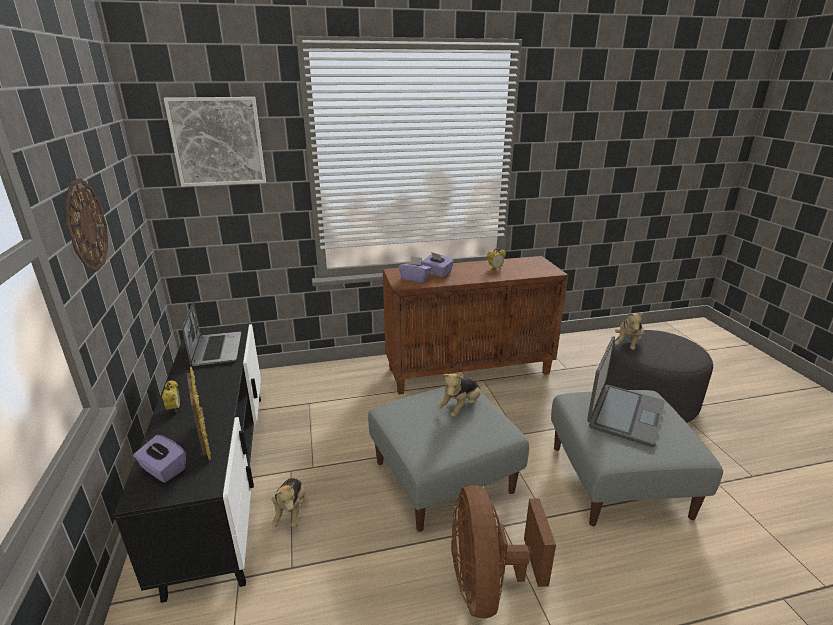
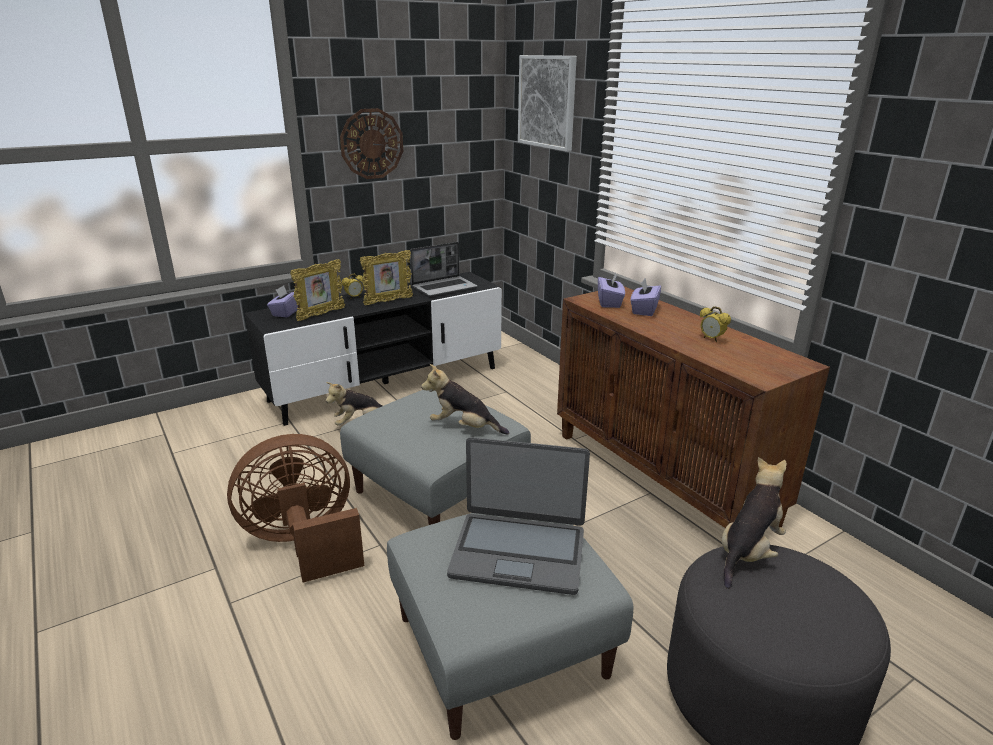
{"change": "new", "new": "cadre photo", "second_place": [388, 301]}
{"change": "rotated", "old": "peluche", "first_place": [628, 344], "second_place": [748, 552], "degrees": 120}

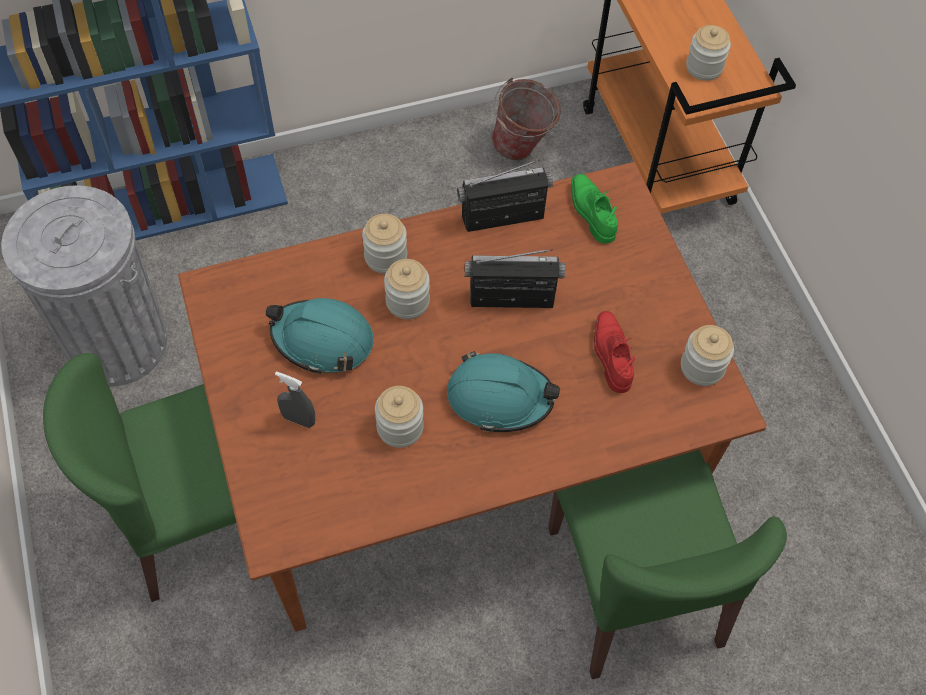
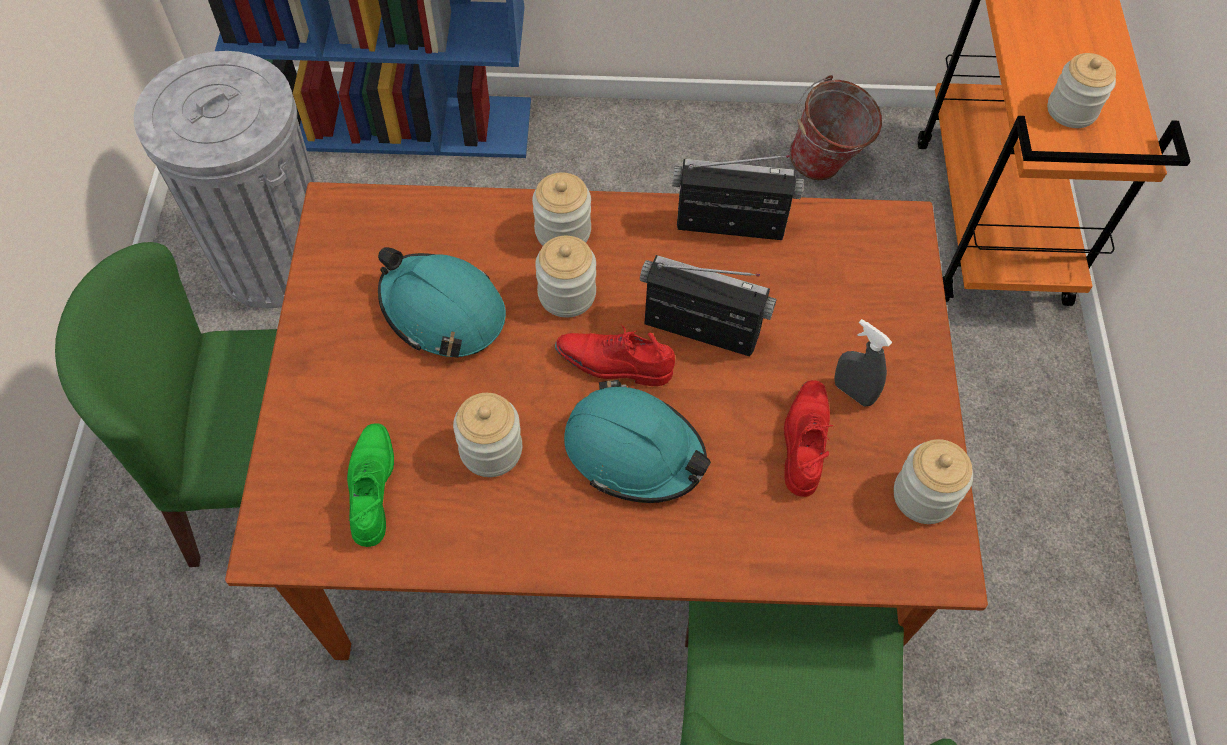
{"change": "new", "new": "chaussure [rouge]", "second_place": [614, 364]}
{"change": "shifted", "old": "vaporisateur [gris]", "first_place": [299, 419], "second_place": [853, 392]}
{"change": "shifted", "old": "chaussure [vert]", "first_place": [591, 212], "second_place": [372, 488]}

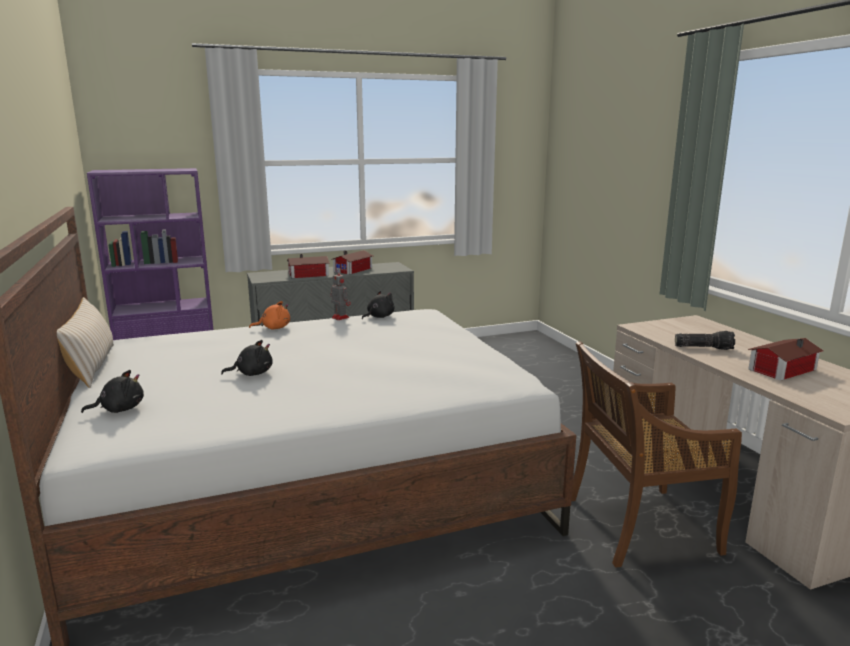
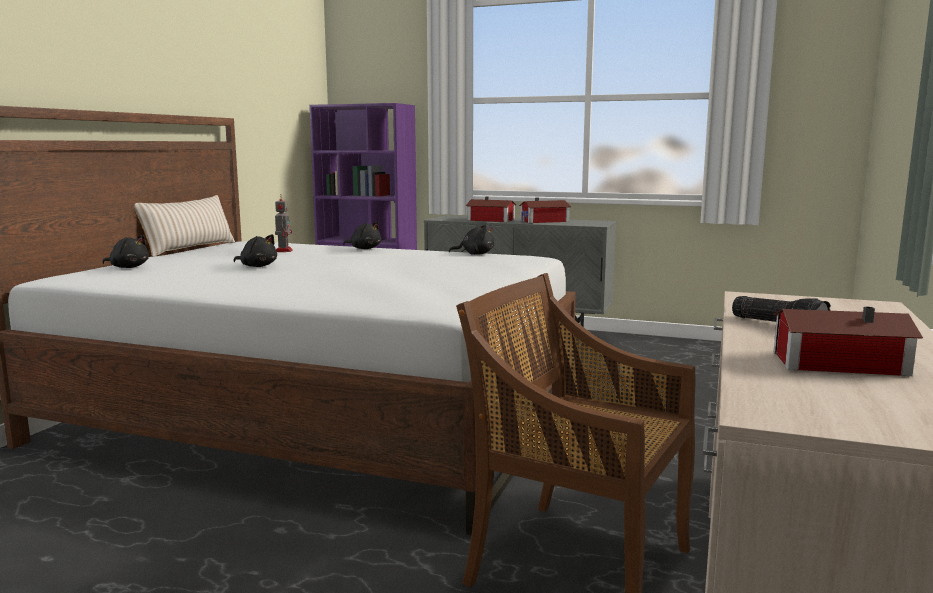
{"change": "shifted", "old": "robot jouet", "first_place": [339, 317], "second_place": [283, 251]}
{"change": "repainted", "old": "peluche [orange]", "new": "peluche [noir]", "first_place": [274, 328], "second_place": [364, 249]}

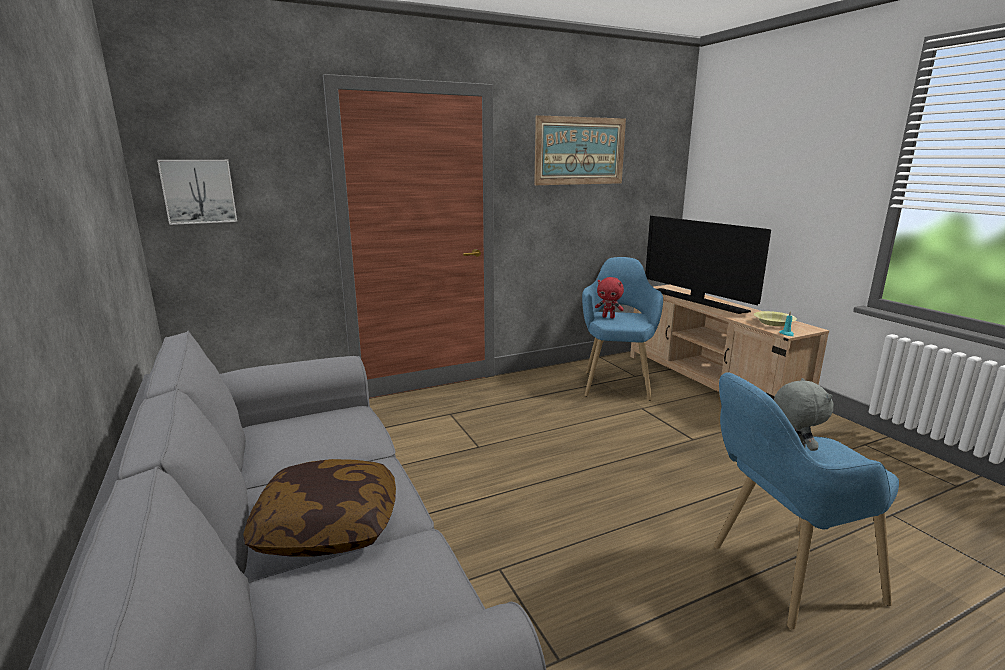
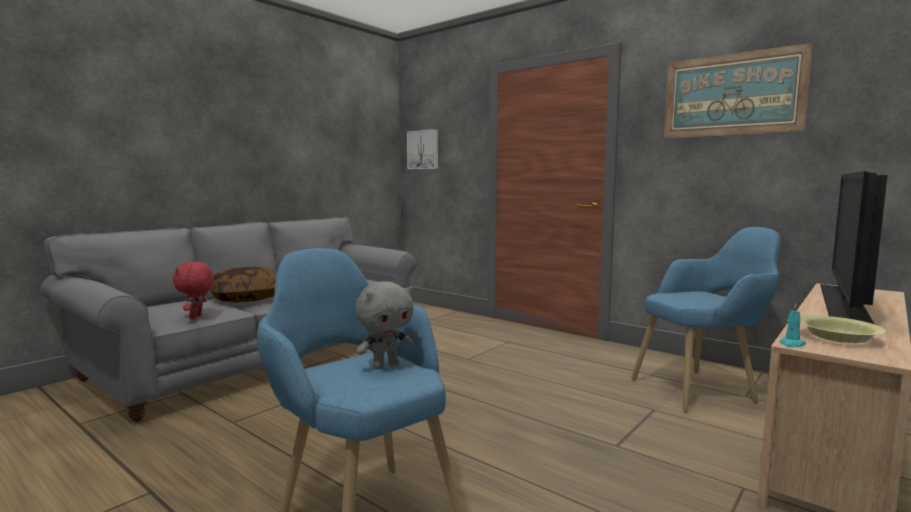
{"change": "shifted", "old": "peluche [rouge]", "first_place": [608, 317], "second_place": [196, 317]}

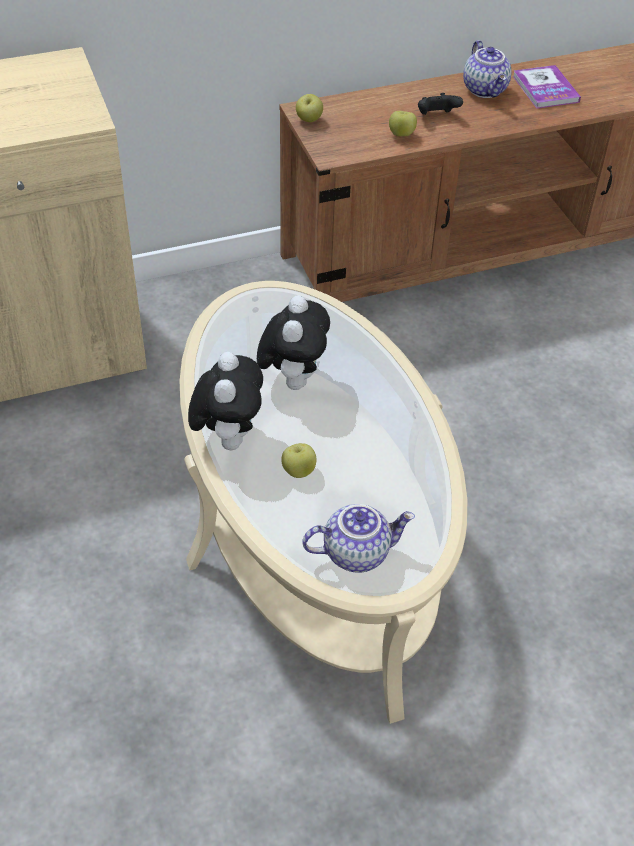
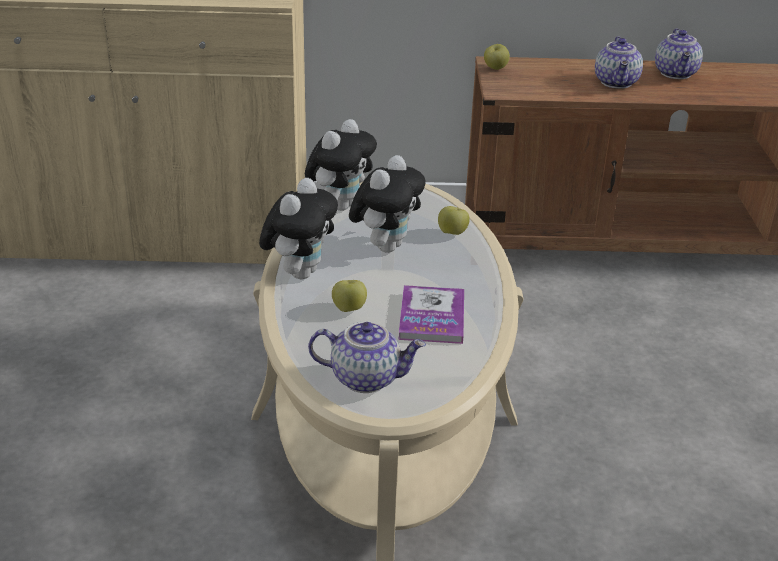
{"change": "new", "new": "peluche", "second_place": [340, 205]}
{"change": "shifted", "old": "pomme", "first_place": [401, 135], "second_place": [452, 233]}
{"change": "shifted", "old": "livre", "first_place": [545, 89], "second_place": [432, 317]}
{"change": "swapped", "old": "manette [noir]", "new": "théière", "first_place": [436, 116], "second_place": [617, 83]}

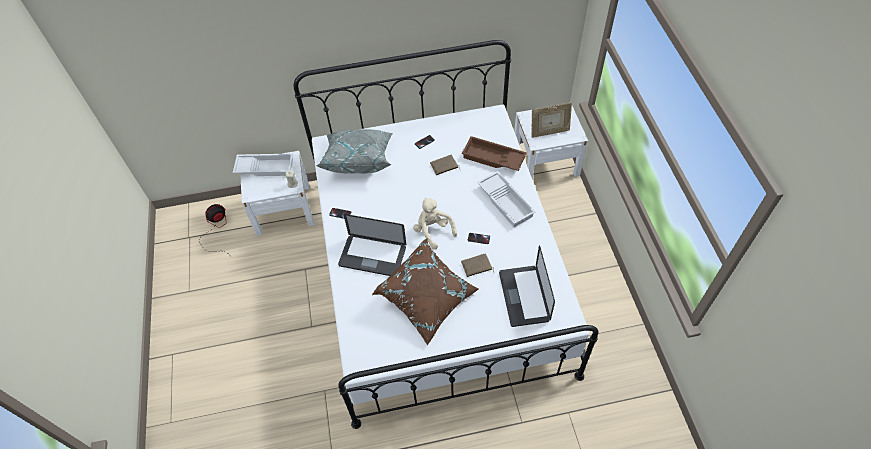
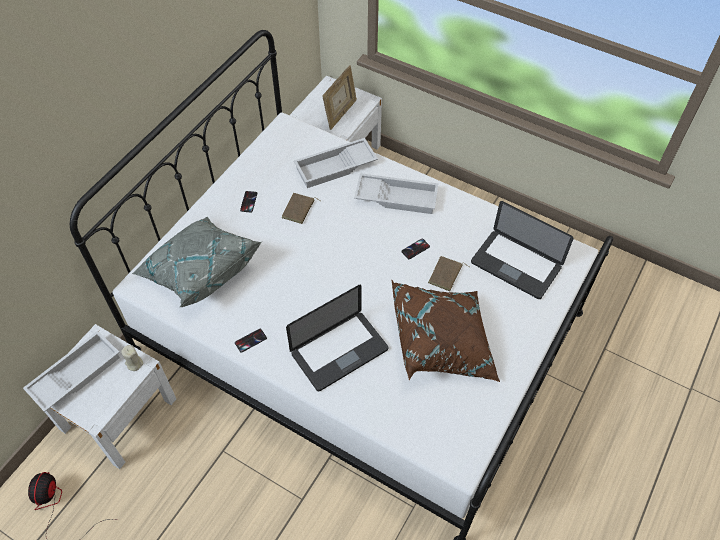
{"change": "gone", "old": "peluche [beige]", "first_place": [433, 231]}
{"change": "repainted", "old": "plateau [marron]", "new": "plateau [blanc]", "first_place": [493, 158], "second_place": [335, 168]}

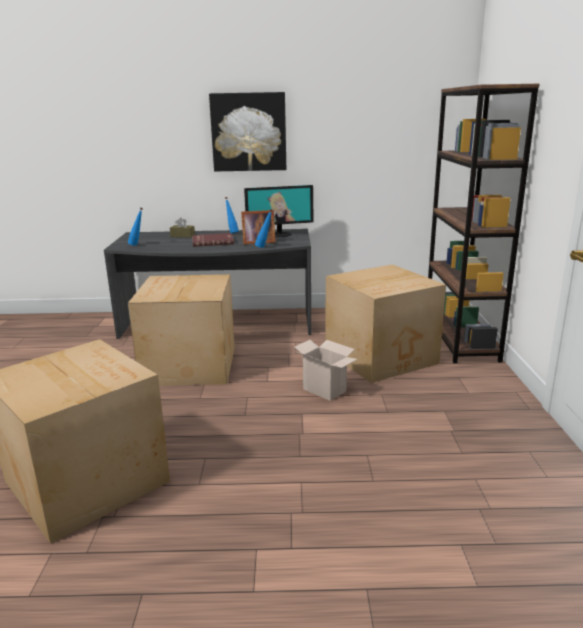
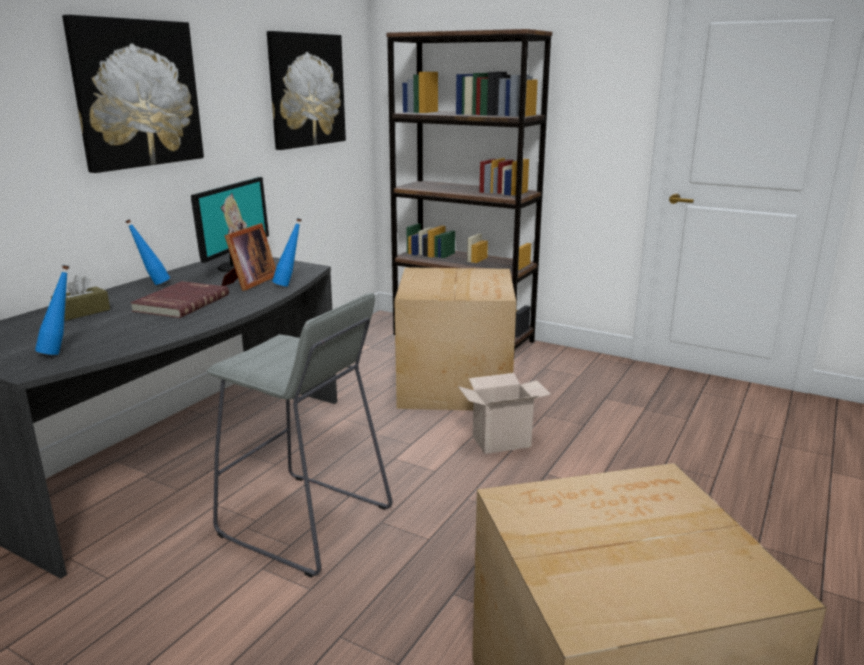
{"change": "new", "new": "tableau", "second_place": [306, 90]}
{"change": "swapped", "old": "carton", "new": "tabouret [gris]", "first_place": [188, 366], "second_place": [305, 523]}

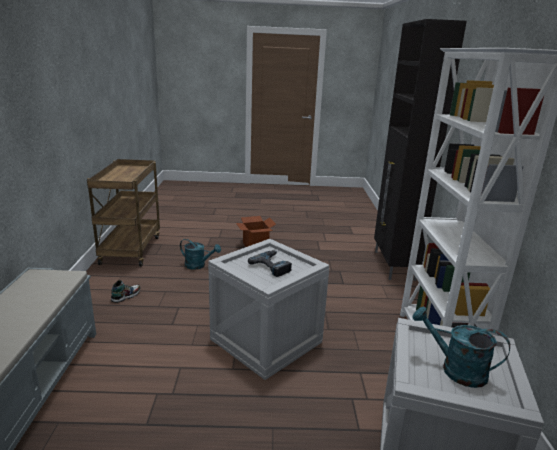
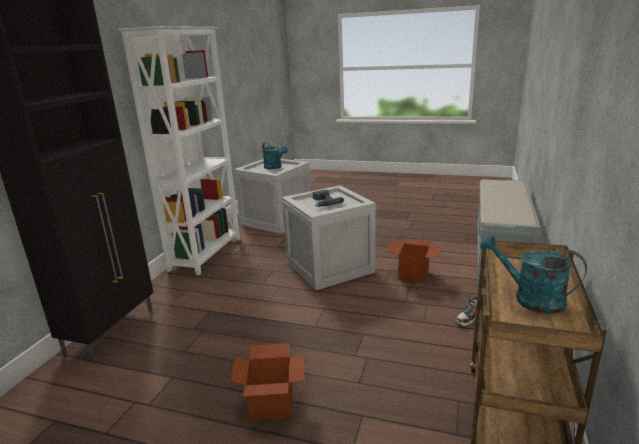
{"change": "new", "new": "carton", "second_place": [413, 275]}
{"change": "shifted", "old": "arrosoir [turquoise]", "first_place": [198, 265], "second_place": [529, 299]}

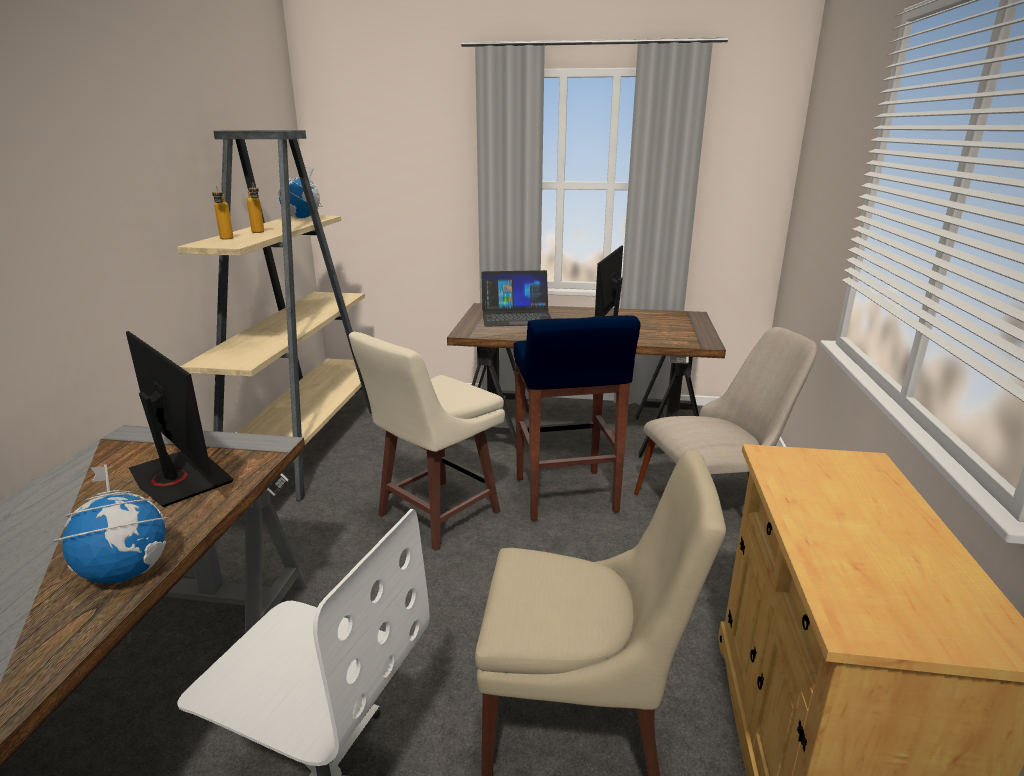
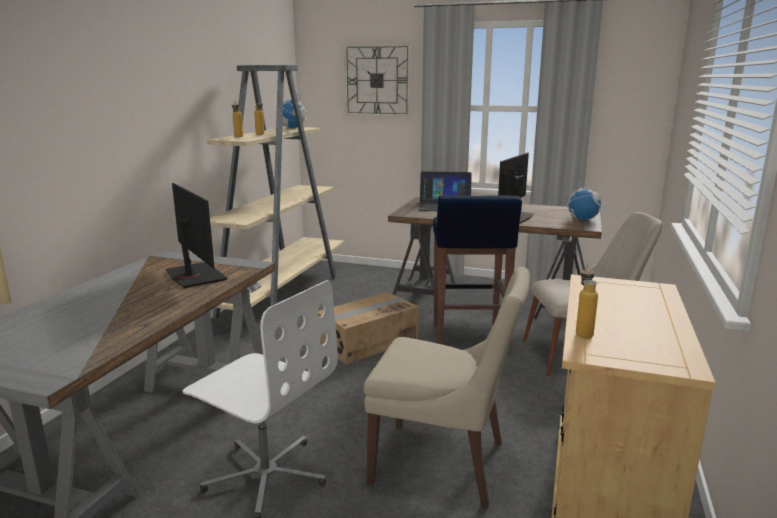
{"change": "new", "new": "horloge murale", "second_place": [377, 80]}
{"change": "new", "new": "bouteille", "second_place": [582, 332]}
{"change": "shifted", "old": "globe", "first_place": [126, 572], "second_place": [582, 219]}
{"change": "swapped", "old": "tabouret [beige]", "new": "carton", "first_place": [435, 515], "second_place": [367, 342]}

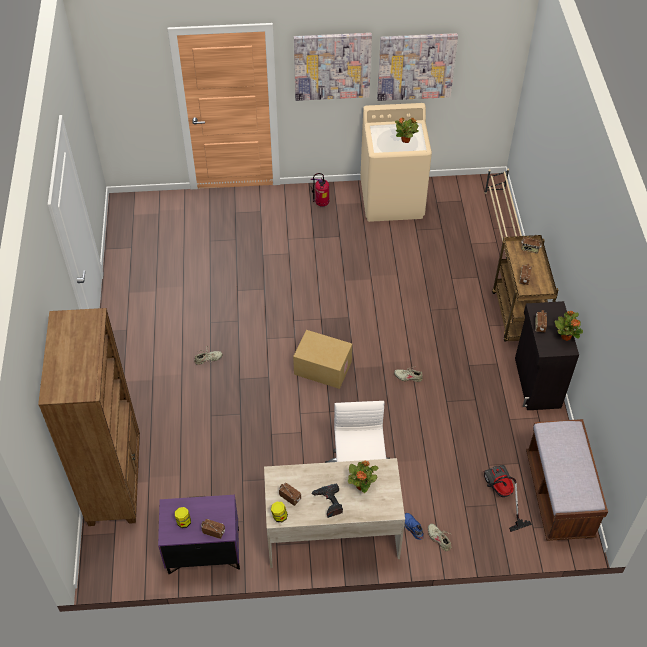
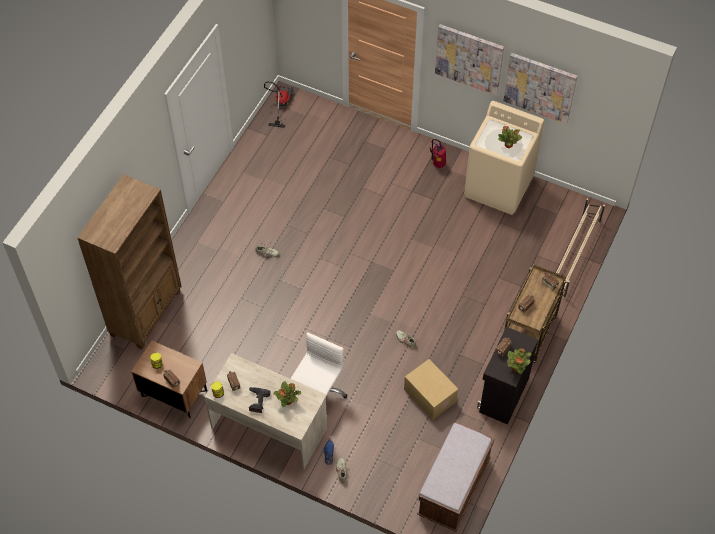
{"change": "shifted", "old": "carton", "first_place": [322, 368], "second_place": [429, 396]}
{"change": "shifted", "old": "aspirateur", "first_place": [500, 495], "second_place": [280, 104]}
{"change": "repainted", "old": "table de chevet [violet]", "new": "table de chevet [marron]", "first_place": [203, 552], "second_place": [173, 394]}

